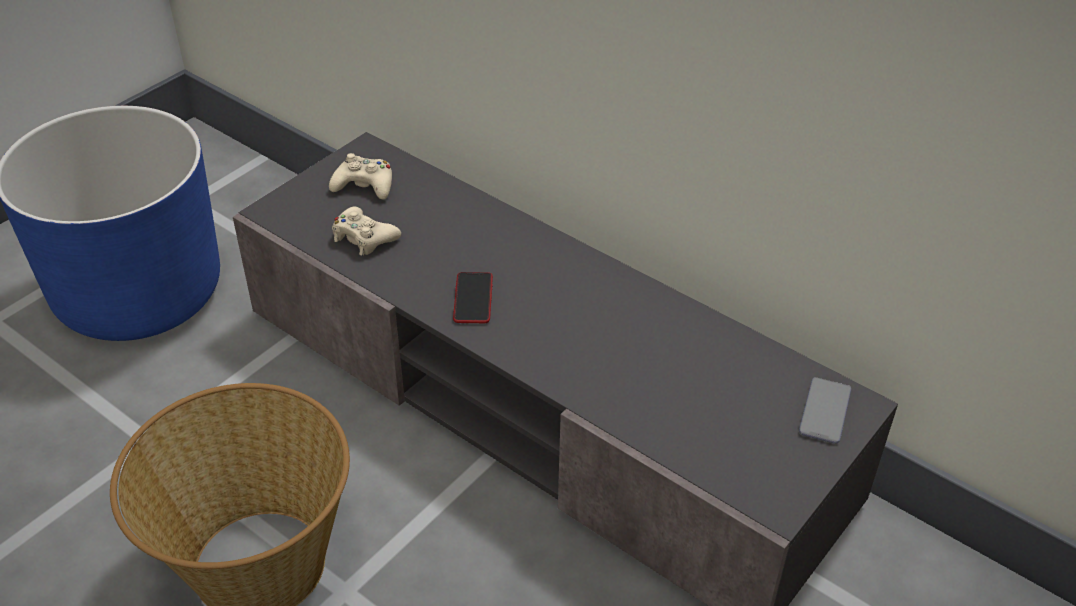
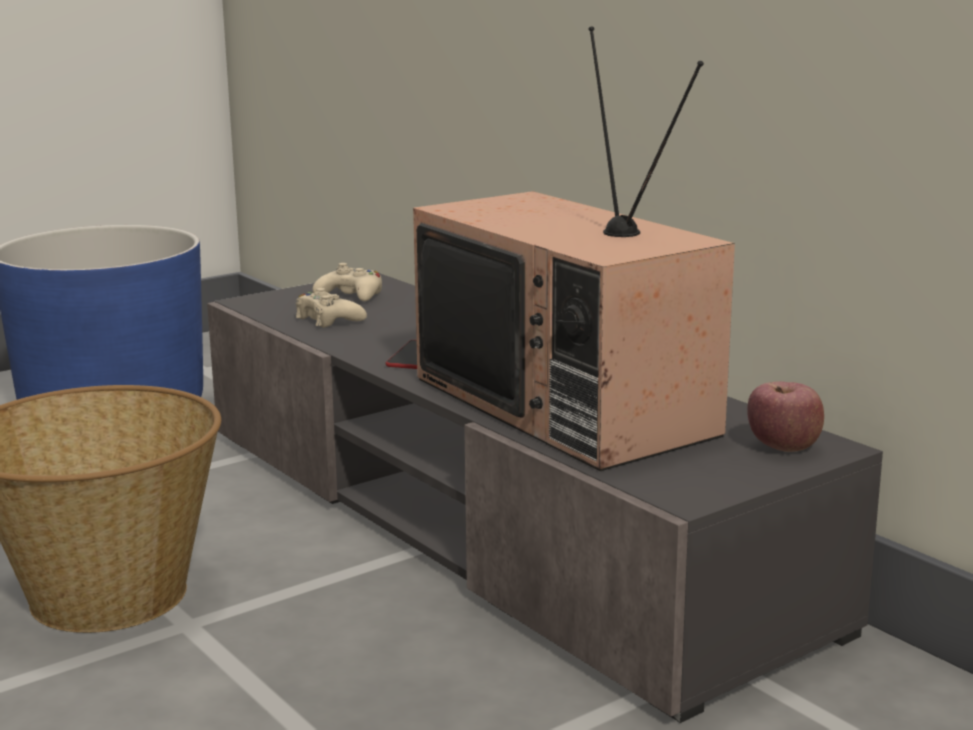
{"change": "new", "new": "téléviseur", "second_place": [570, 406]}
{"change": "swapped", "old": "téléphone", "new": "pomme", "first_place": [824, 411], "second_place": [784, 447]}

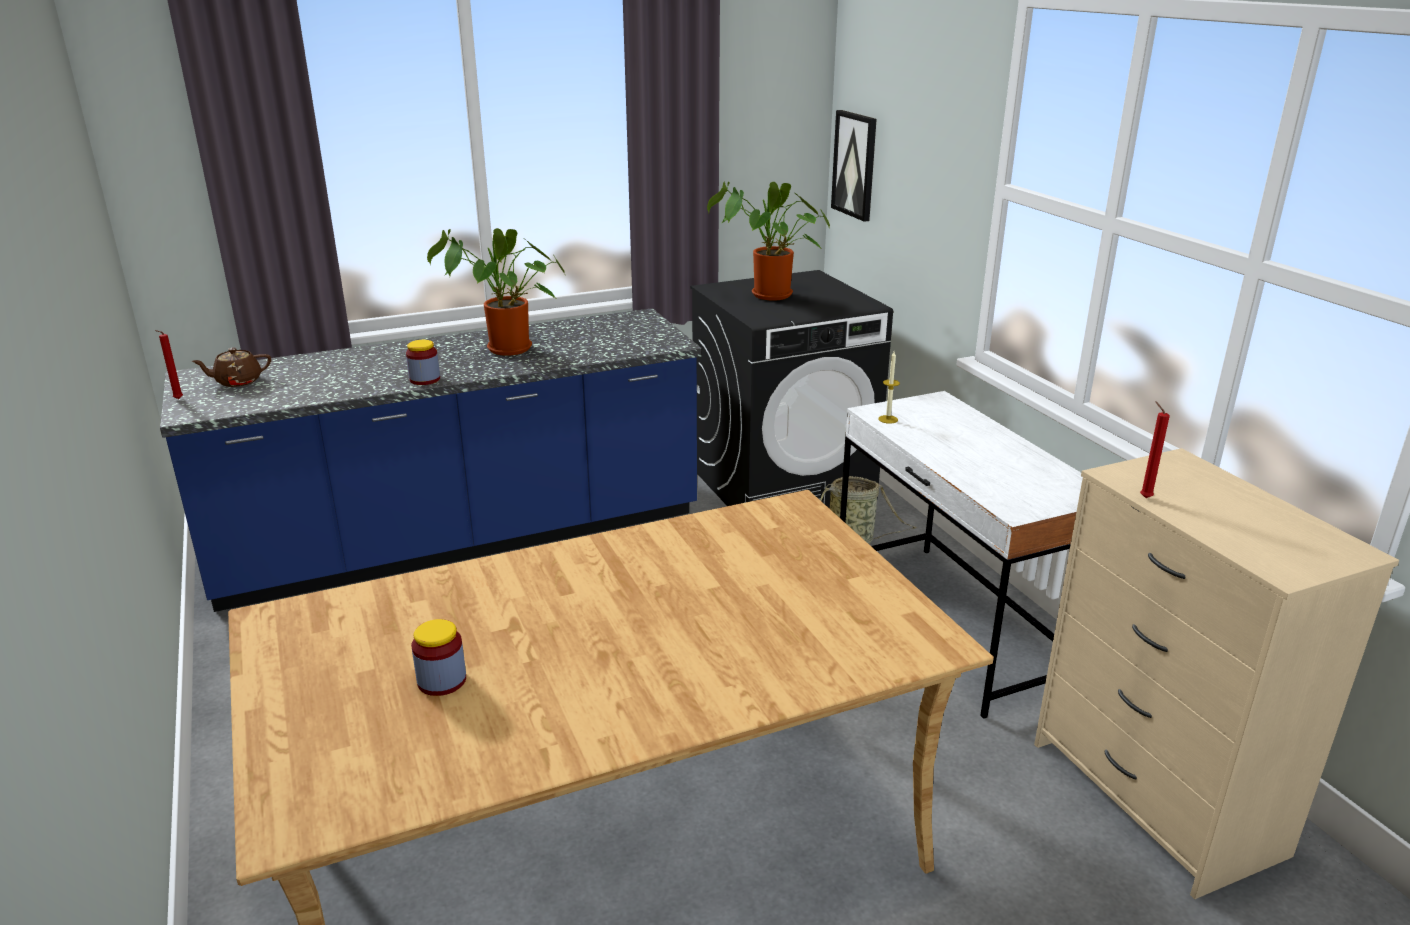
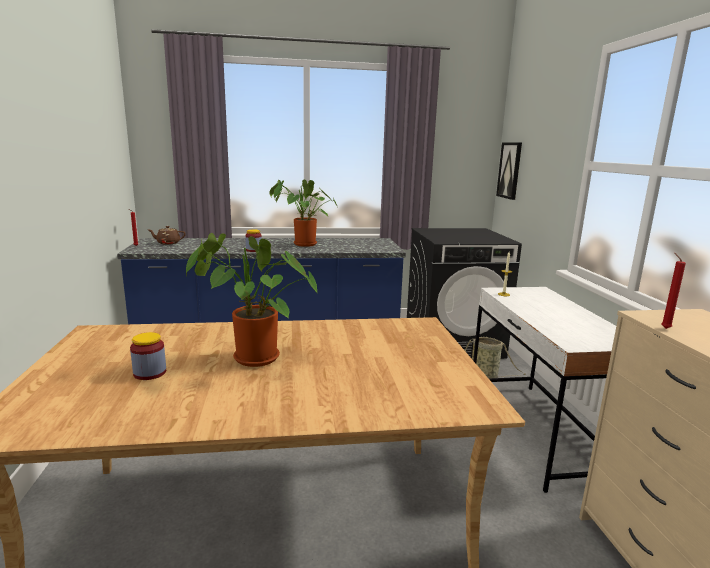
{"change": "shifted", "old": "plante en pot", "first_place": [767, 296], "second_place": [250, 359]}

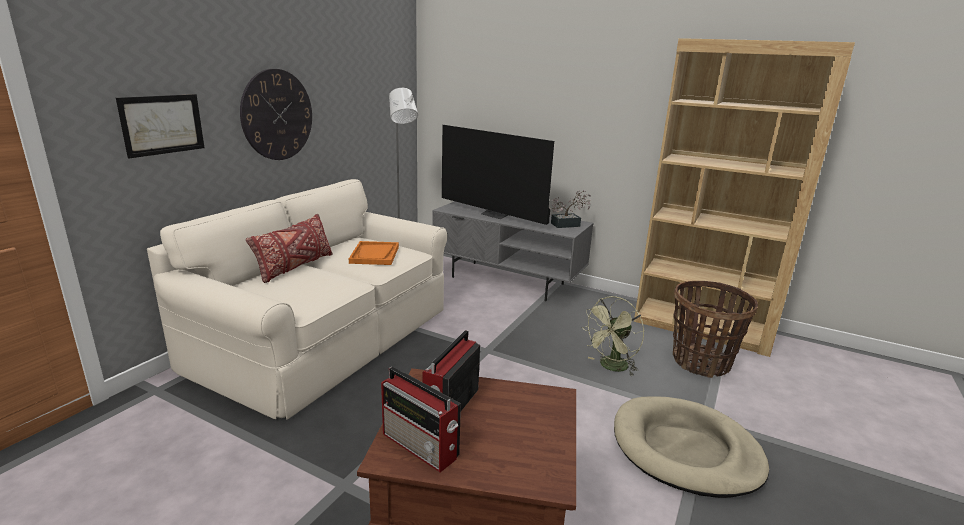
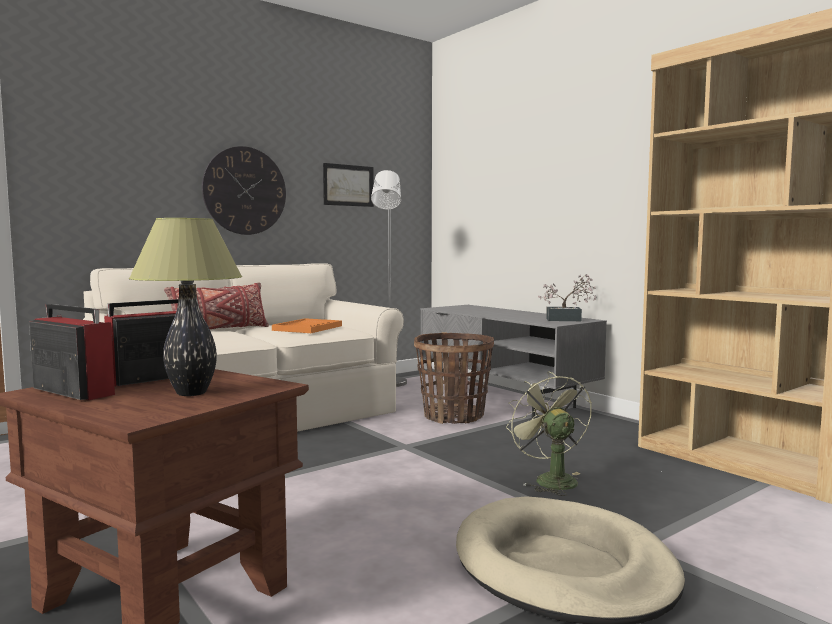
{"change": "gone", "old": "téléviseur", "first_place": [495, 215]}
{"change": "new", "new": "lampe de table", "second_place": [191, 393]}
{"change": "shifted", "old": "tableau", "first_place": [162, 124], "second_place": [348, 185]}
{"change": "shifted", "old": "panier", "first_place": [701, 362], "second_place": [453, 416]}
{"change": "rotated", "old": "radio", "first_place": [421, 446], "second_place": [73, 391], "degrees": 150}
{"change": "rotated", "old": "ventilateur [vert]", "first_place": [611, 367], "second_place": [549, 479], "degrees": 90}

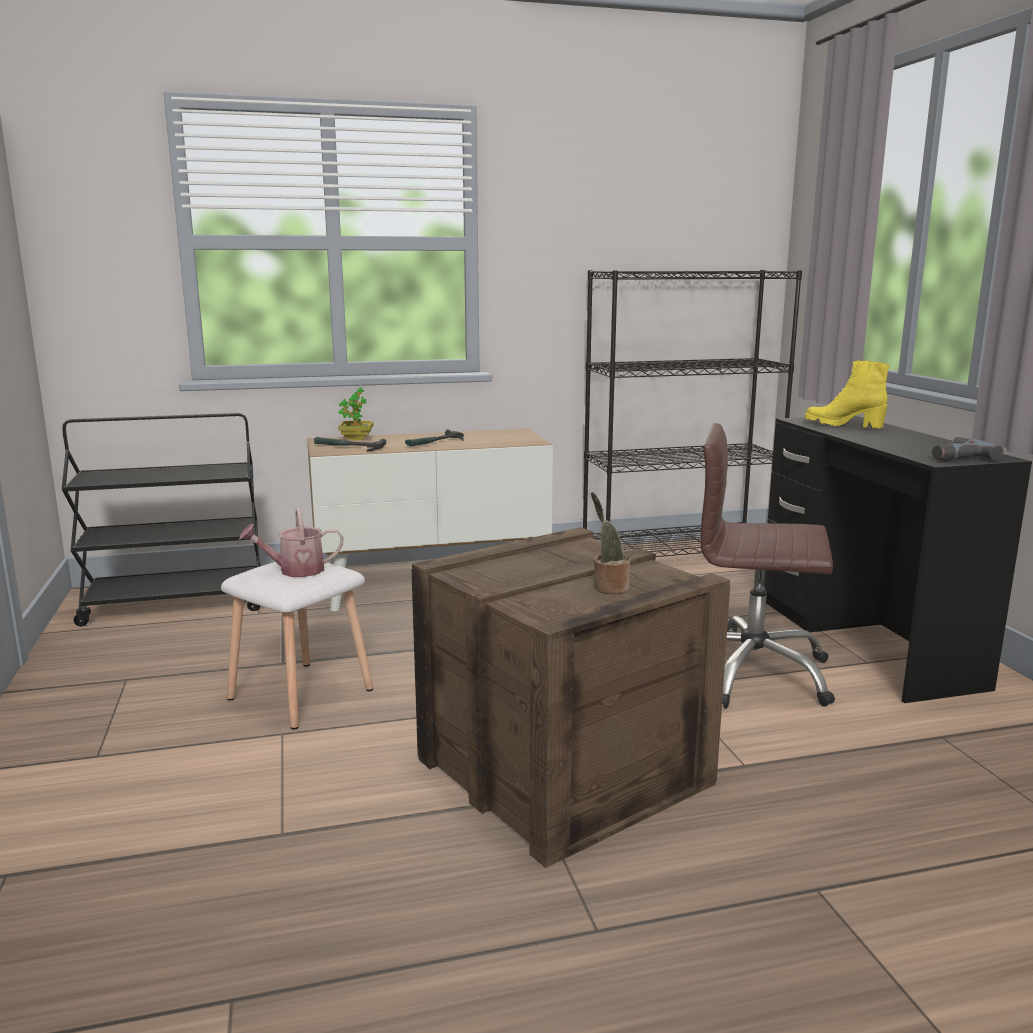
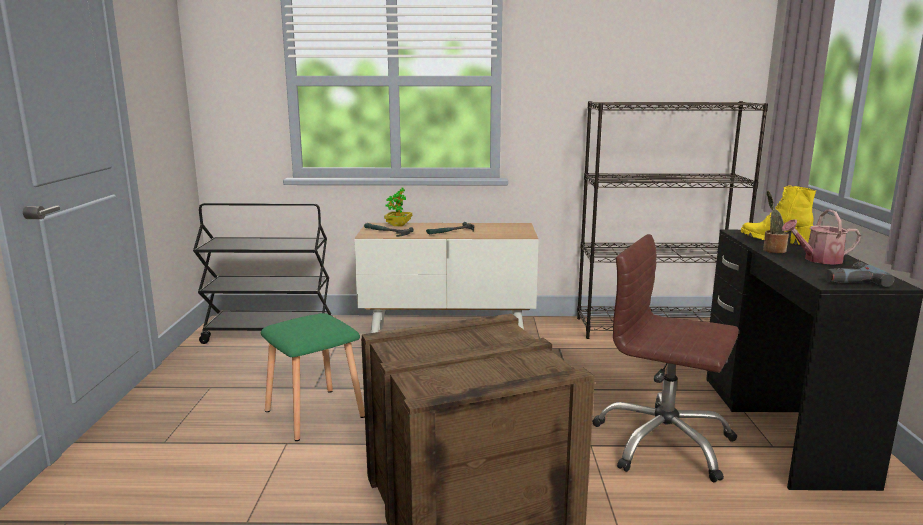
{"change": "shifted", "old": "arrosoir", "first_place": [295, 570], "second_place": [818, 260]}
{"change": "shifted", "old": "plante en pot", "first_place": [608, 587], "second_place": [772, 250]}
{"change": "repainted", "old": "tabouret [blanc]", "new": "tabouret [vert]", "first_place": [302, 693], "second_place": [315, 413]}

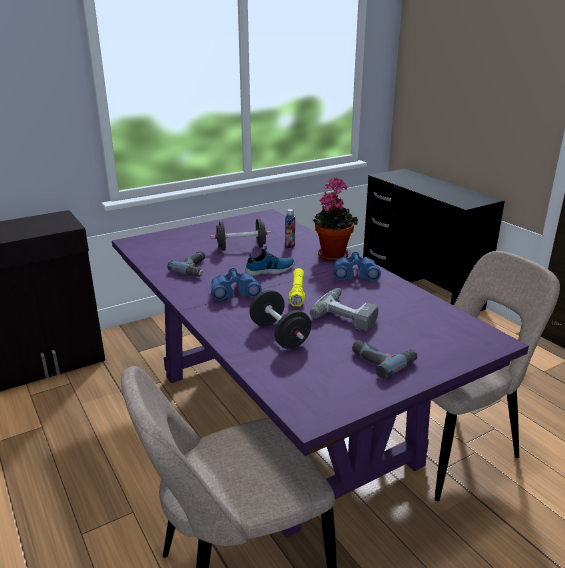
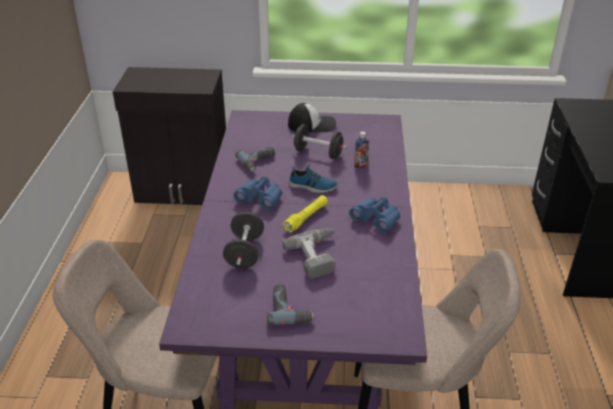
{"change": "gone", "old": "plante en pot", "first_place": [332, 254]}
{"change": "new", "new": "casquette", "second_place": [312, 124]}

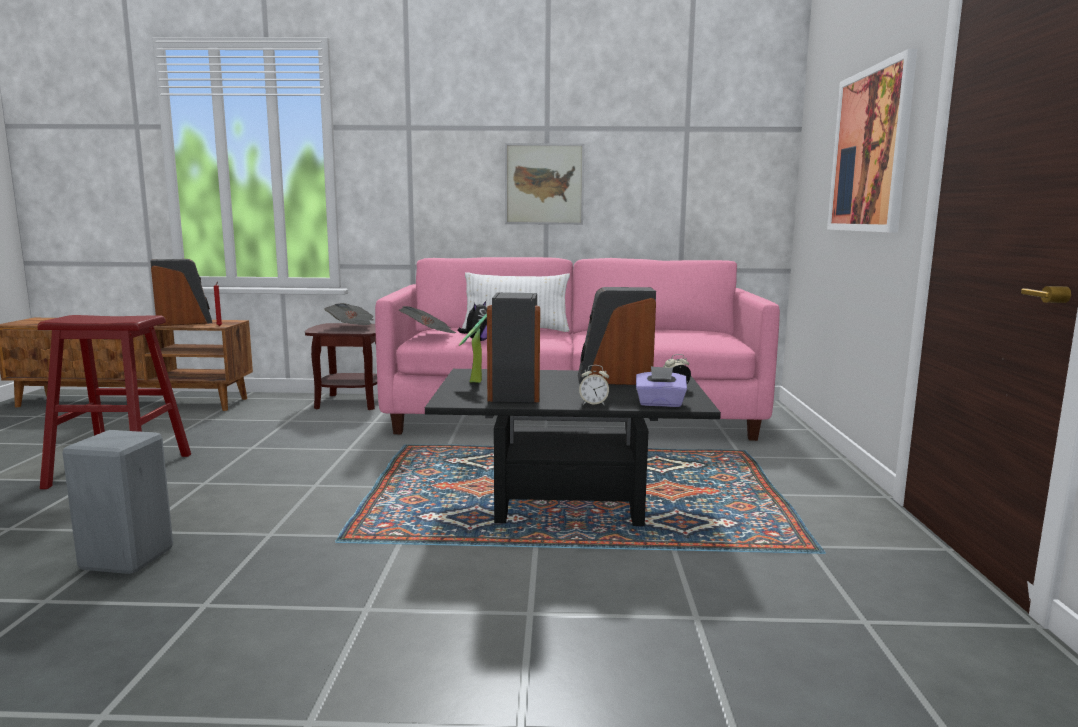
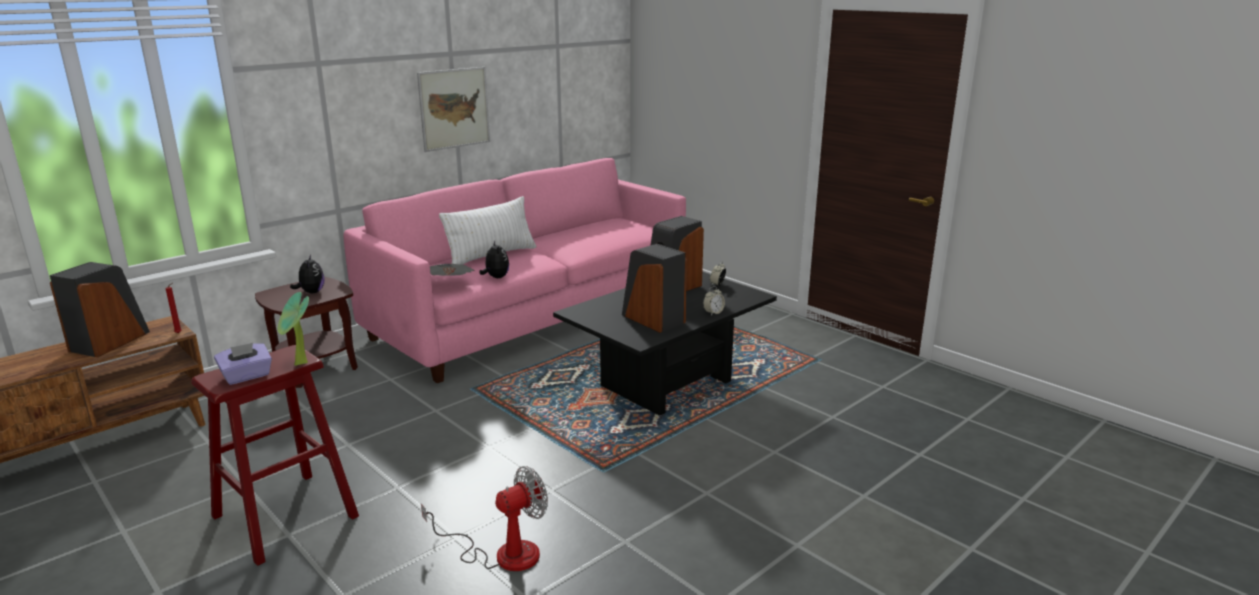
{"change": "gone", "old": "tableau", "first_place": [870, 150]}
{"change": "shifted", "old": "plante en pot", "first_place": [474, 382], "second_place": [300, 364]}
{"change": "shifted", "old": "boîte à mouchoirs [violet]", "first_place": [660, 404], "second_place": [247, 376]}
{"change": "swapped", "old": "tabouret [gris]", "new": "ventilateur", "first_place": [127, 558], "second_place": [502, 553]}
{"change": "swapped", "old": "journal", "new": "peluche", "first_place": [352, 328], "second_place": [311, 292]}

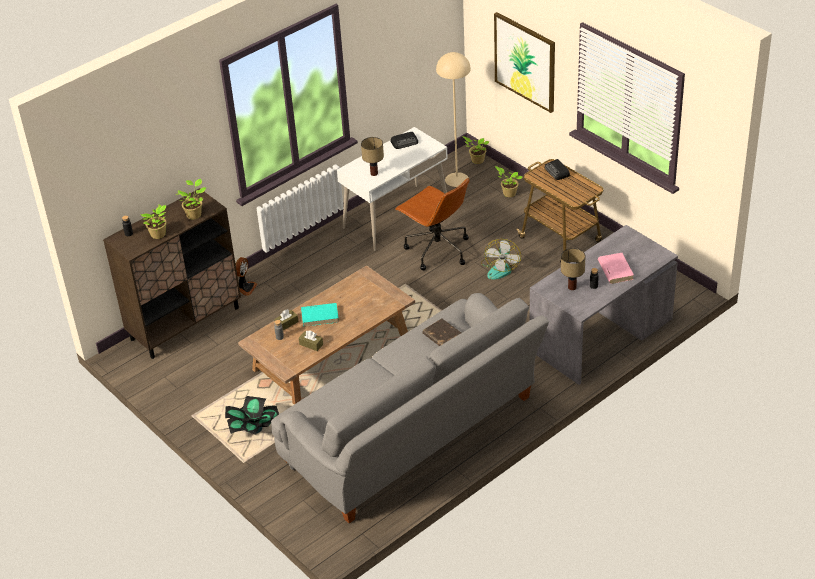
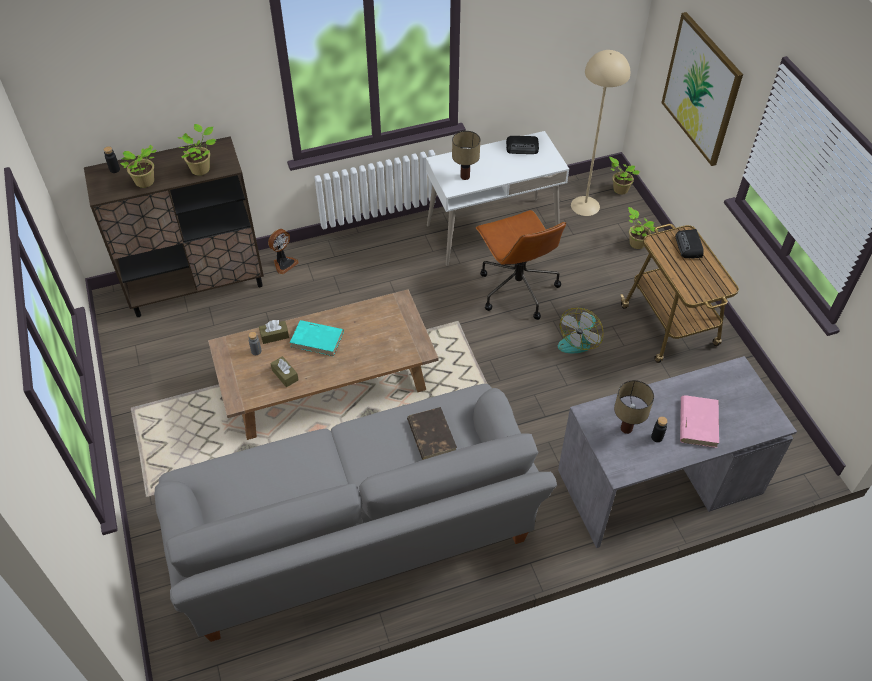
{"change": "gone", "old": "plante en pot", "first_place": [255, 430]}

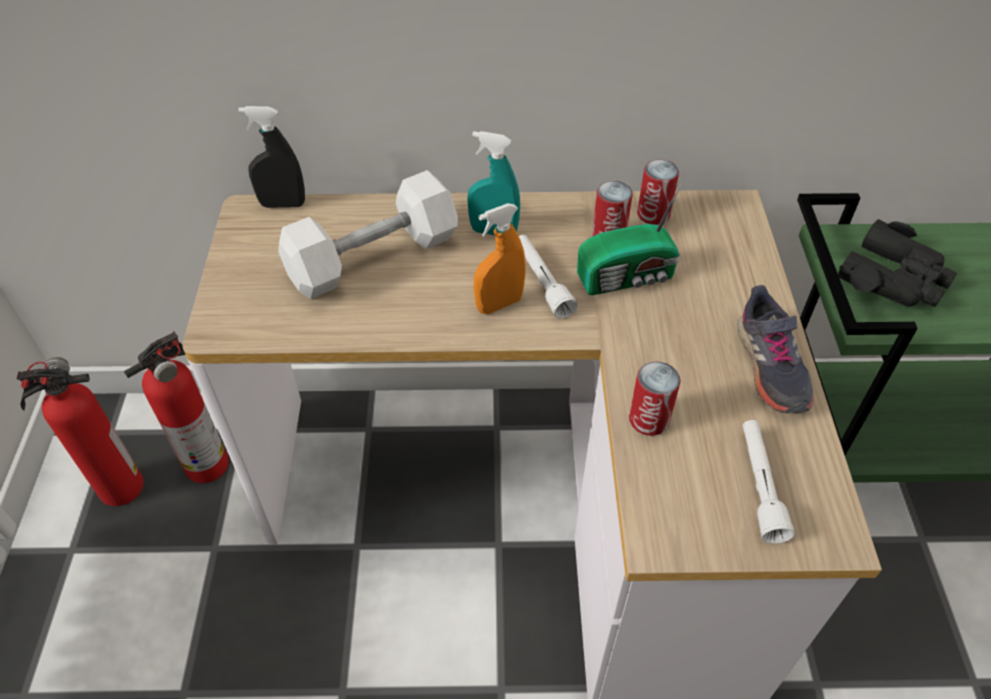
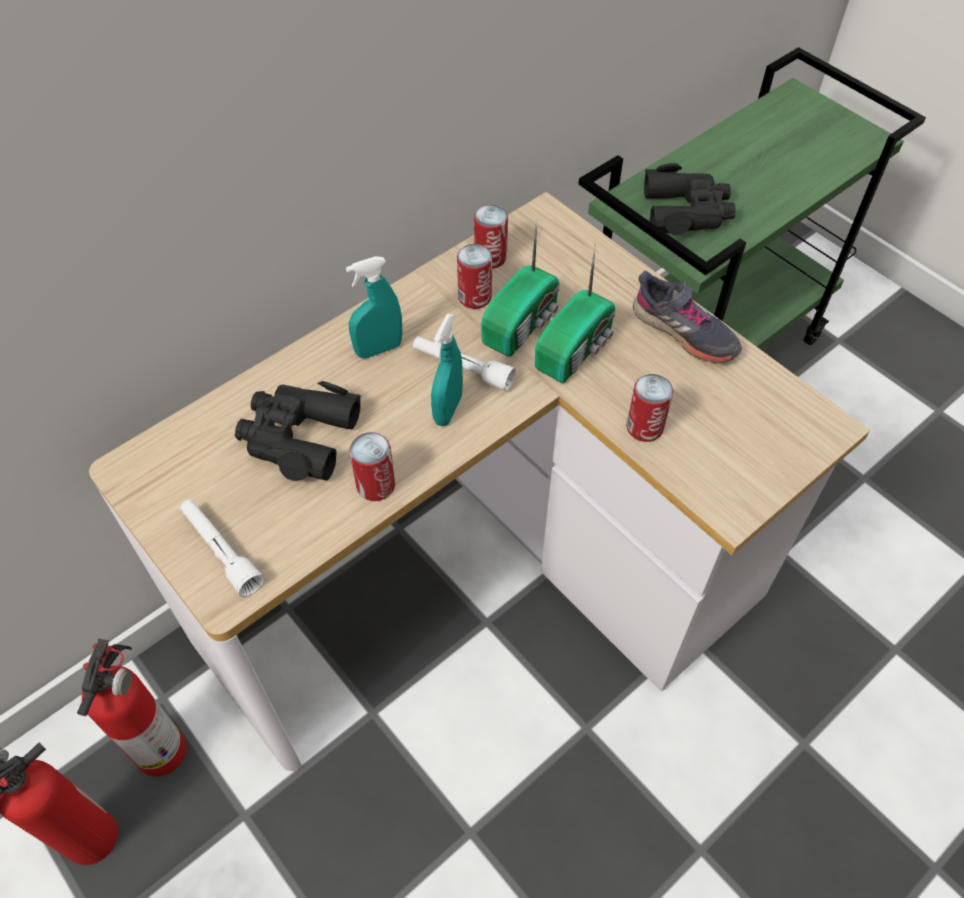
{"change": "gone", "old": "vaporisateur [noir]", "first_place": [282, 204]}
{"change": "new", "new": "boîte métallique", "second_place": [376, 485]}
{"change": "new", "new": "radio", "second_place": [577, 348]}
{"change": "shifted", "old": "lampe de poche [blanc]", "first_place": [760, 485], "second_place": [221, 551]}
{"change": "swapped", "old": "haltère [blanc]", "new": "jumelles [noir]", "first_place": [373, 257], "second_place": [298, 436]}
{"change": "repainted", "old": "vaporisateur [orange]", "new": "vaporisateur [turquoise]", "first_place": [499, 304], "second_place": [448, 409]}

